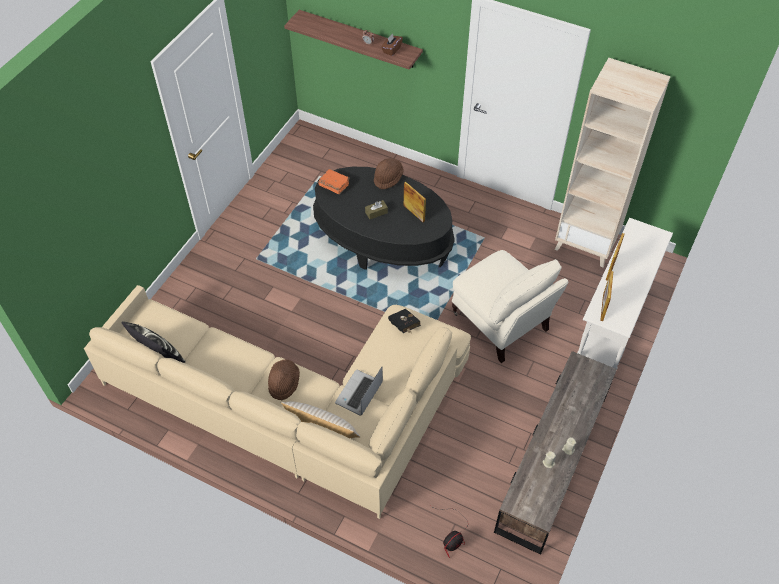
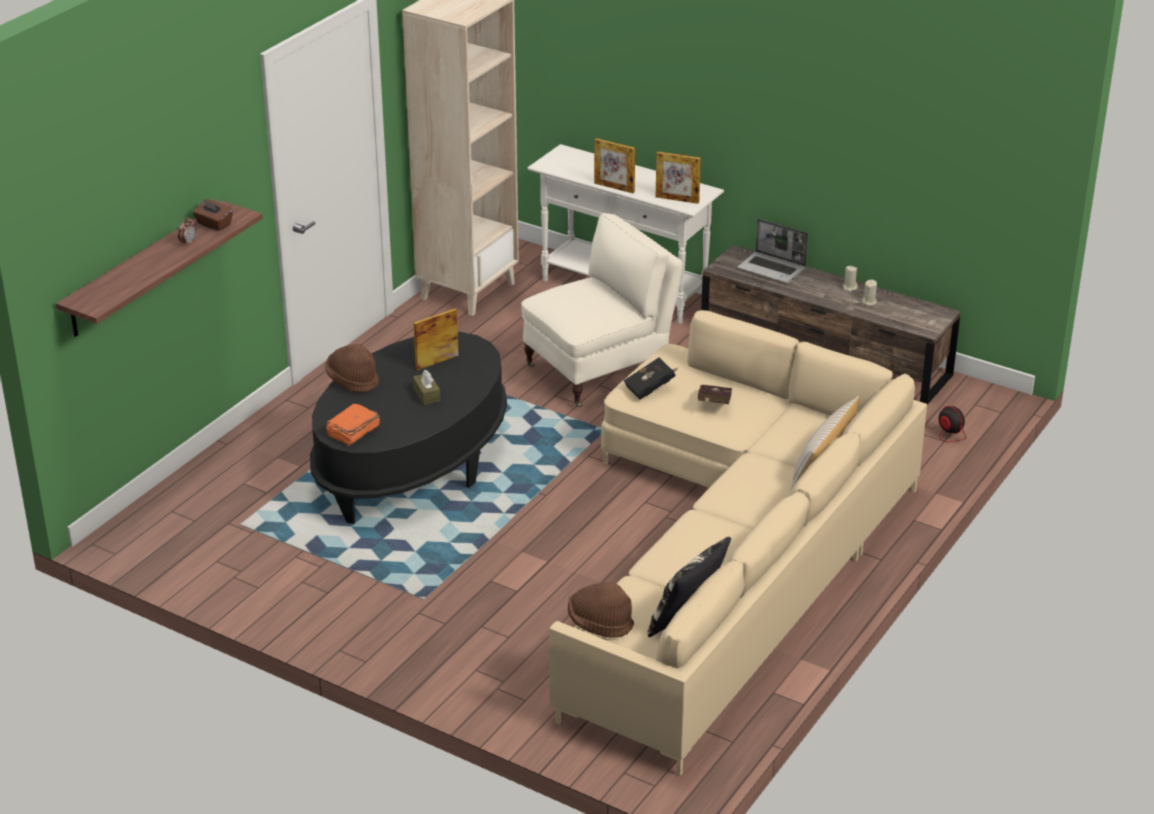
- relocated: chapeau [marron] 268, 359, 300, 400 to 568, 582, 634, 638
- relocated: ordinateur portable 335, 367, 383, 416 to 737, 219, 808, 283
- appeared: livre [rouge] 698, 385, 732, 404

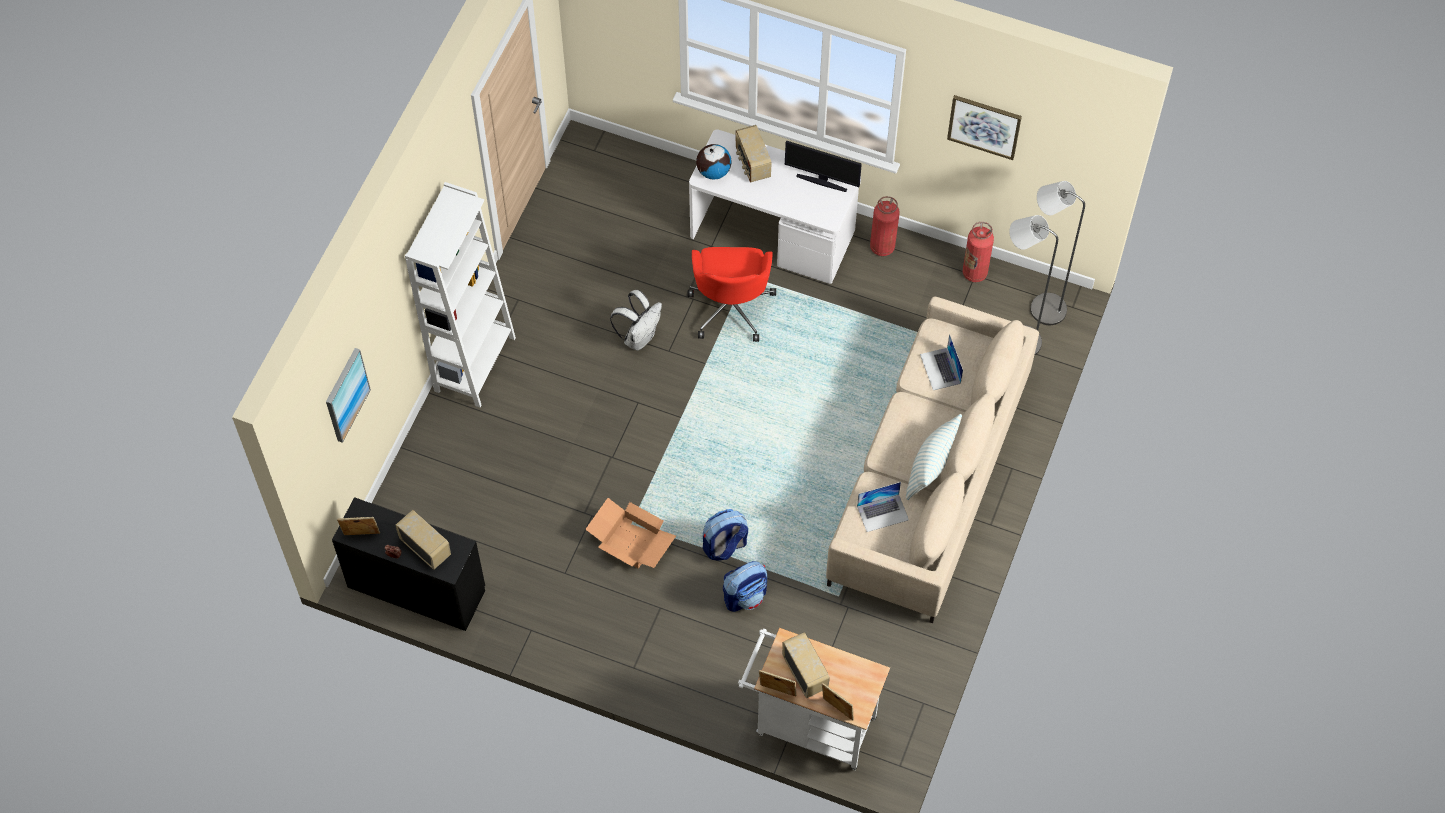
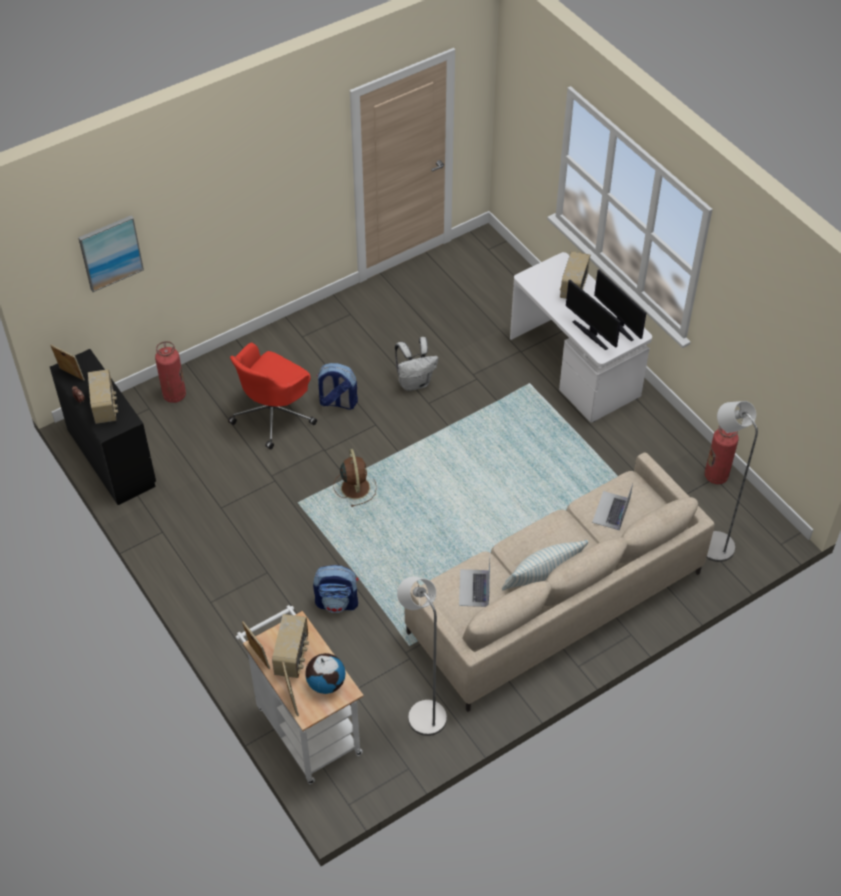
- missing: bibliothèque [blanc] 405, 182, 516, 407
- missing: carton 585, 498, 676, 569
- relocated: chaise de bureau [rouge] 688, 247, 776, 342 to 228, 343, 317, 449
- relocated: globe 696, 144, 731, 180 to 305, 653, 345, 694
- relocated: sac à dos 703, 509, 748, 561 to 317, 363, 358, 410
- spun: ordinateur portable 857, 482, 909, 532 = 459, 560, 490, 607 75 degrees clockwise
- relocated: extincteur 870, 196, 900, 256 to 155, 341, 186, 403
- missing: tableau 947, 95, 1022, 160
- relocated: lampadaire [gris] 1030, 181, 1085, 325 to 397, 577, 447, 736
- appeared: ventilateur [marron] 333, 449, 377, 507
- appeared: écran d'ordinateur 566, 280, 621, 350

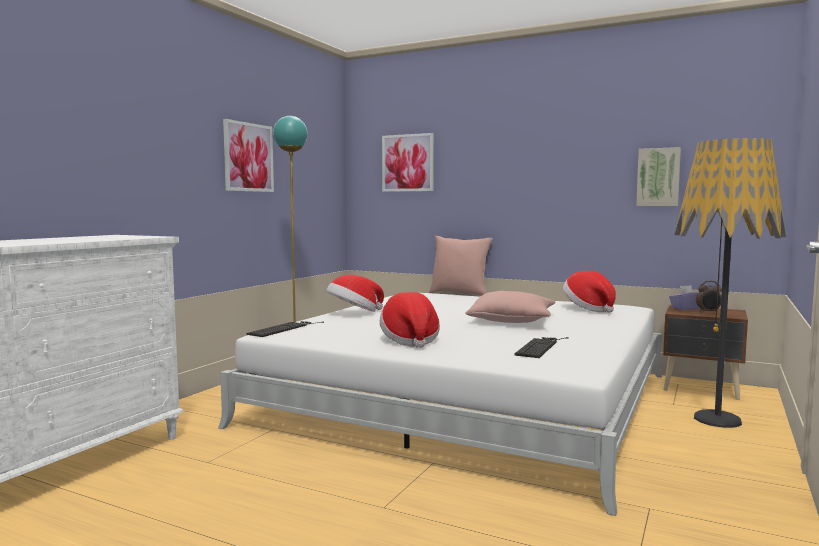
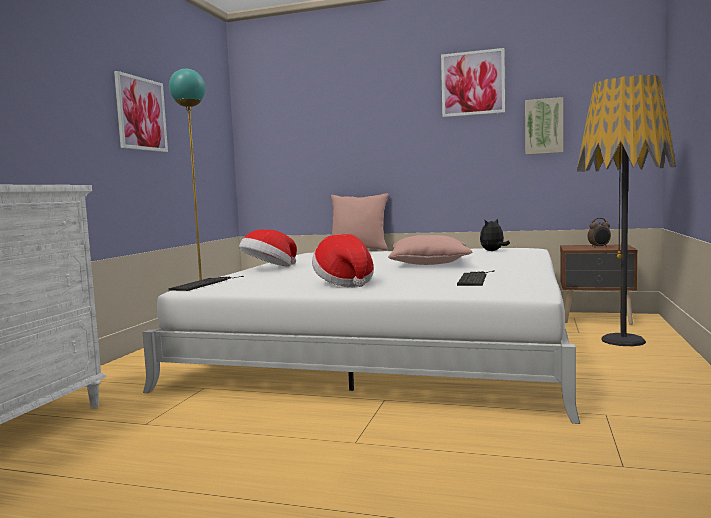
- relocated: tableau 382, 133, 434, 192 to 441, 48, 505, 117
- exchanged: chapeau 563, 271, 616, 313 to peluche 480, 219, 510, 251
- missing: boîte à mouchoirs [violet] 669, 285, 701, 310

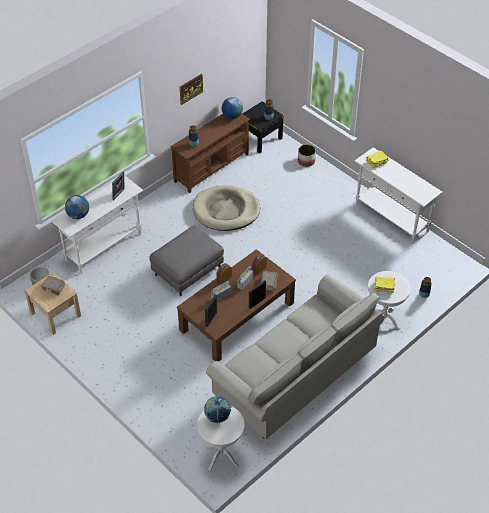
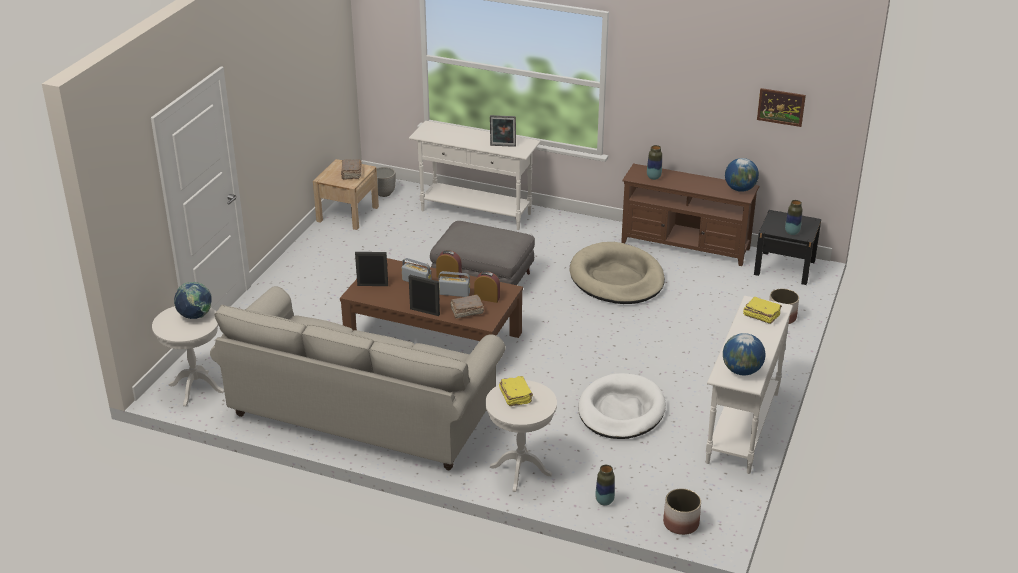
- relocated: globe 65, 195, 89, 219 to 723, 333, 765, 375
- relocated: tableau 180, 74, 203, 105 to 757, 88, 806, 127
- appeared: panier pour chien [blanc] 578, 373, 666, 439
- appeared: cache-pot 663, 488, 701, 535

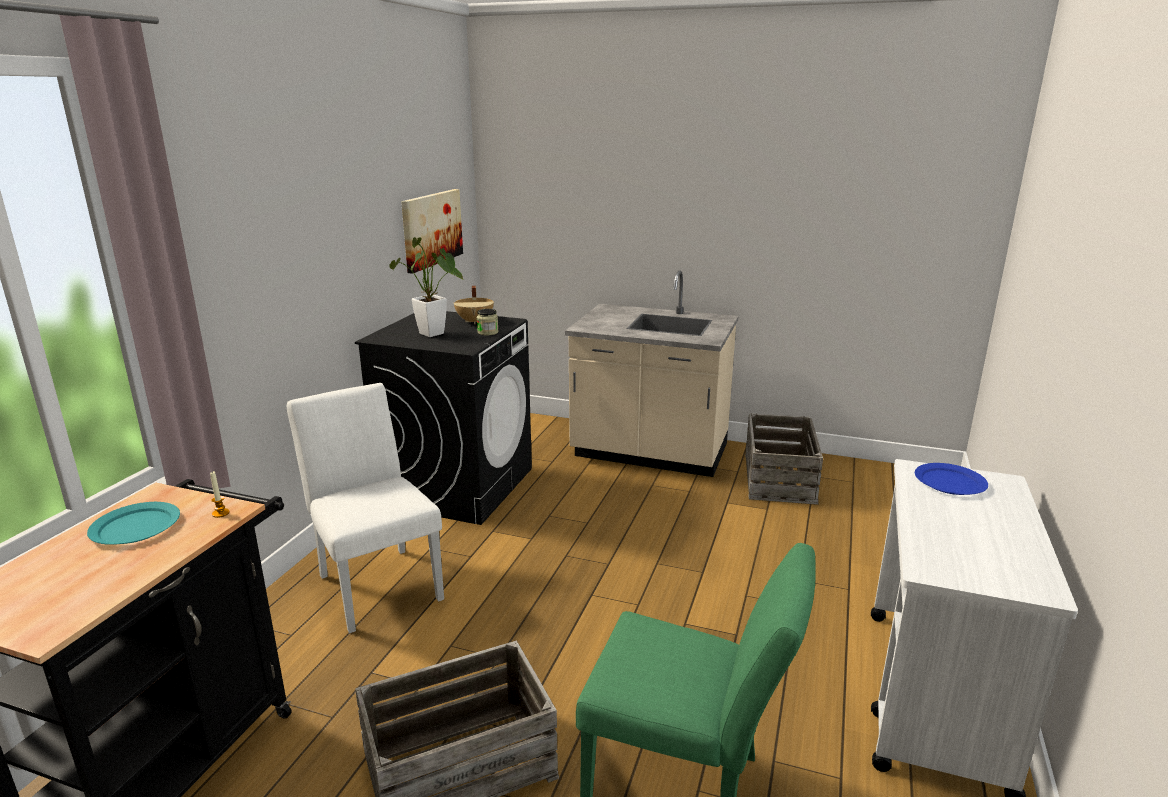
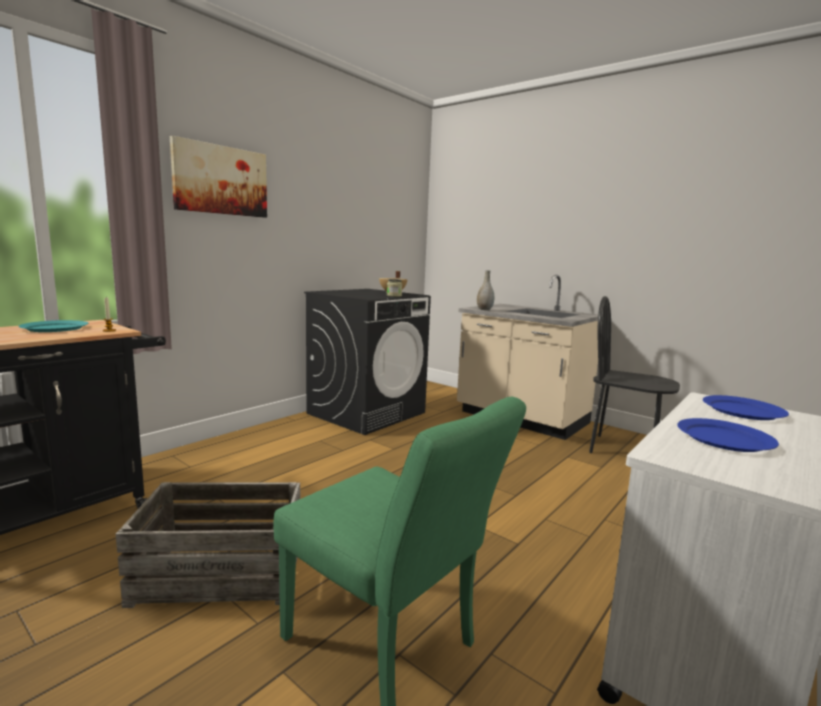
- missing: chaise [blanc] 287, 383, 444, 633
- missing: plante en pot 390, 237, 463, 337
- relocated: tableau 401, 189, 463, 274 to 170, 136, 267, 218
- exchanged: caisse 745, 413, 823, 505 to chaise [noir] 589, 296, 680, 453
- appeared: vase [gris] 477, 270, 494, 310
- appeared: assiette [bleu] 677, 418, 779, 452

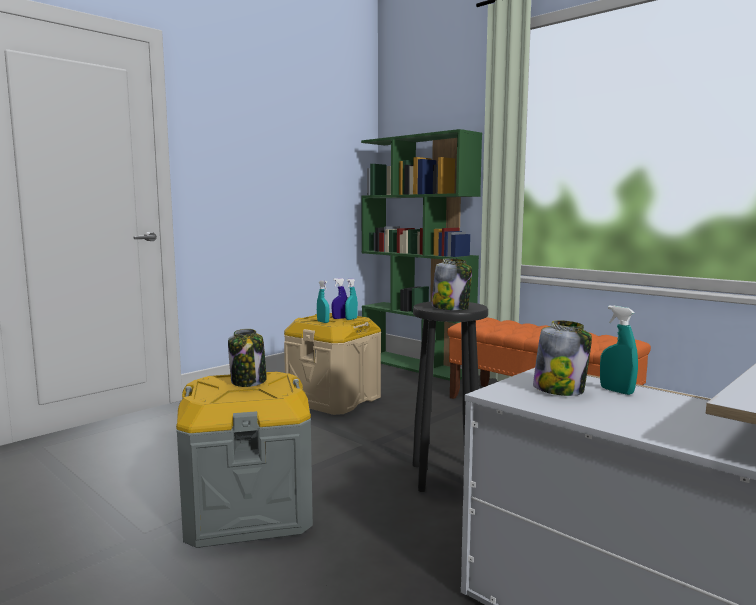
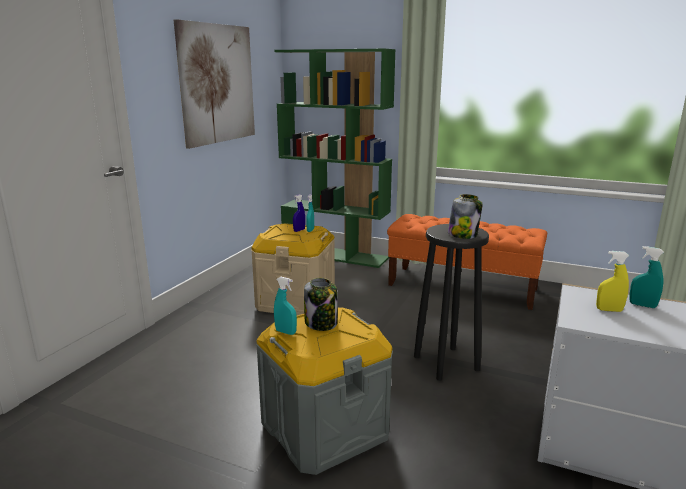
- relocated: vaporisateur [turquoise] 317, 280, 330, 323 to 274, 277, 297, 335
- exchanged: bocal 533, 320, 592, 396 to vaporisateur [jaune] 596, 251, 630, 312
- appeared: tableau 174, 19, 255, 149

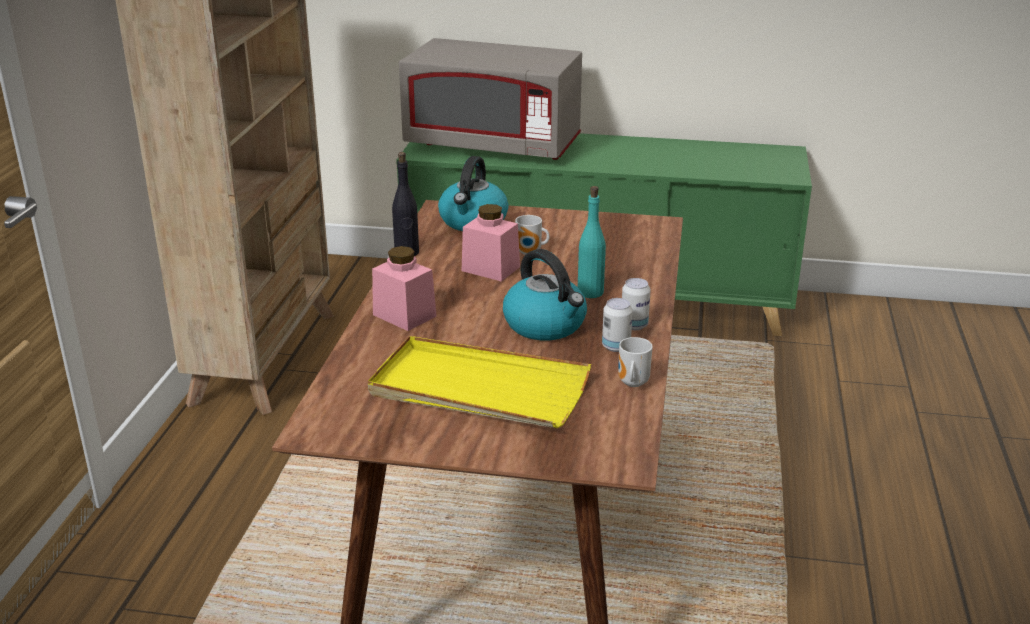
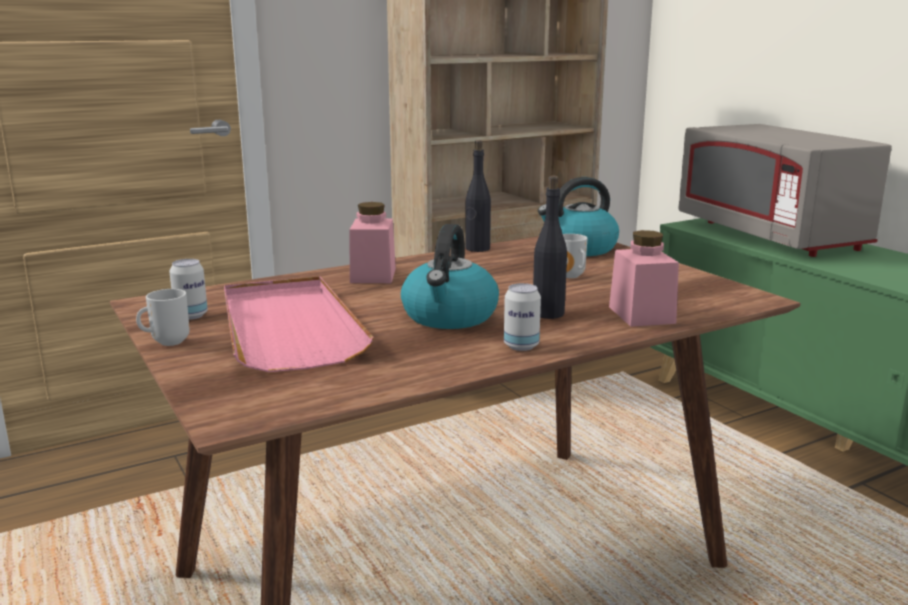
- colour: plateau [jaune] 368, 336, 591, 428 to plateau [rose] 224, 276, 374, 372
- relocated: bocal [rose] 462, 204, 520, 282 to 609, 230, 679, 327
- colour: bouteille [turquoise] 578, 186, 606, 298 to bouteille [noir] 533, 176, 567, 319
- relocated: boîte métallique 602, 298, 633, 352 to 169, 259, 208, 320
- relocated: mug 618, 337, 653, 387 to 136, 289, 190, 346

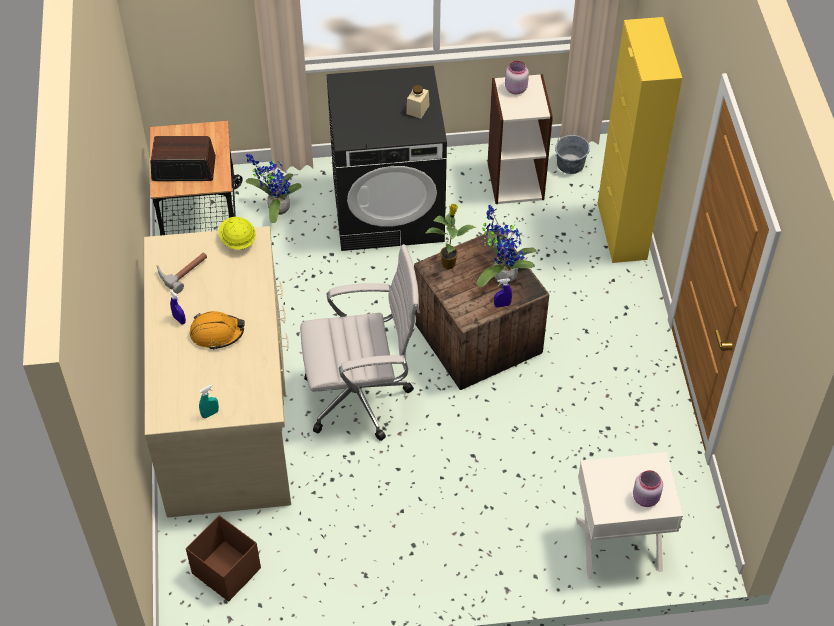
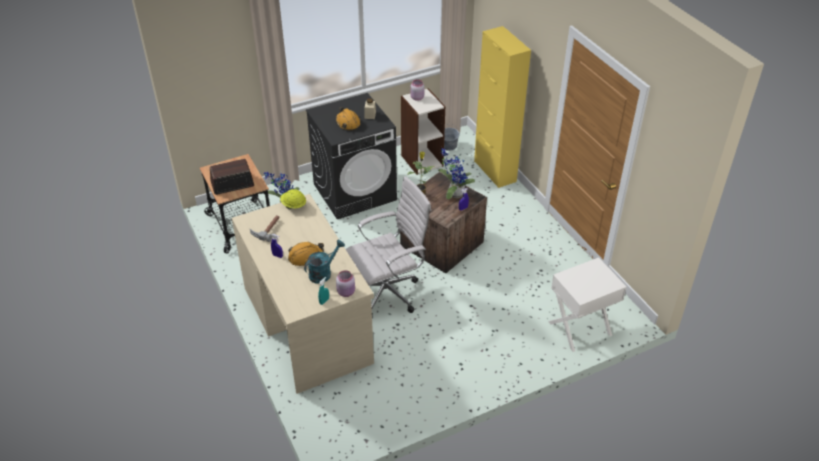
- missing: boîte de rangement [marron] 186, 515, 261, 602
- relocated: bocal [rose] 633, 470, 663, 507 to 336, 270, 355, 297
- appeared: arrosoir [turquoise] 304, 240, 345, 283
- appeared: casque de chantier [orange] 335, 107, 360, 131

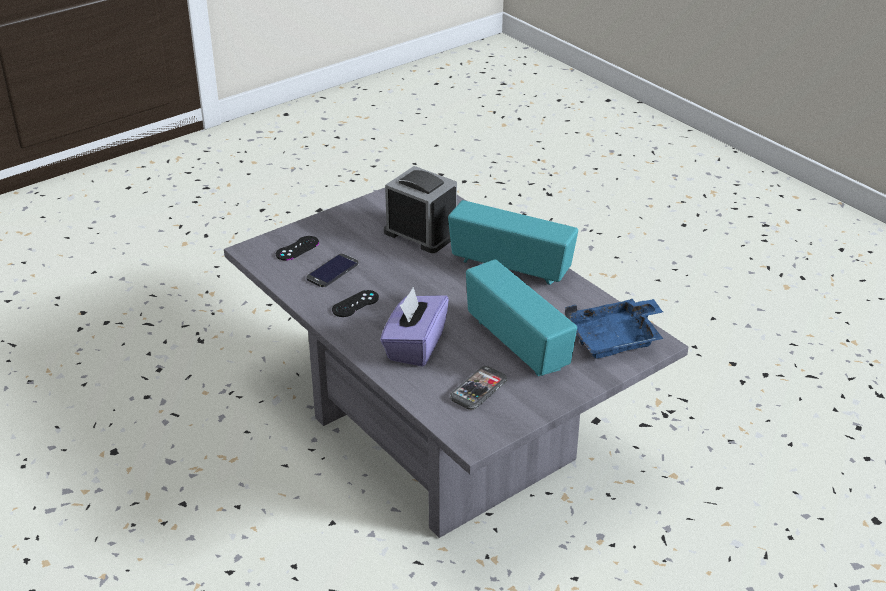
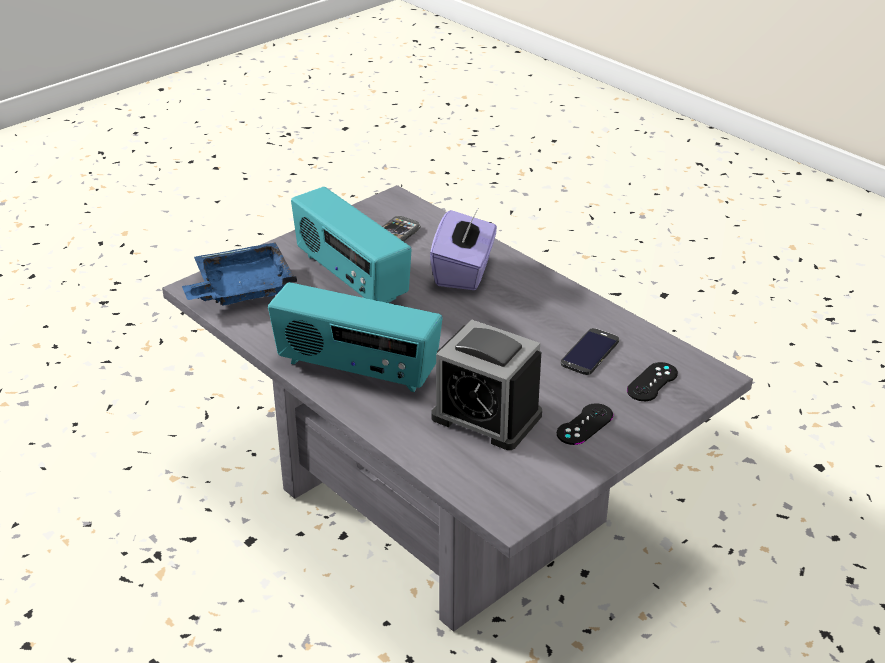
- relocated: manette [noir] 332, 290, 379, 317 to 557, 403, 613, 445

